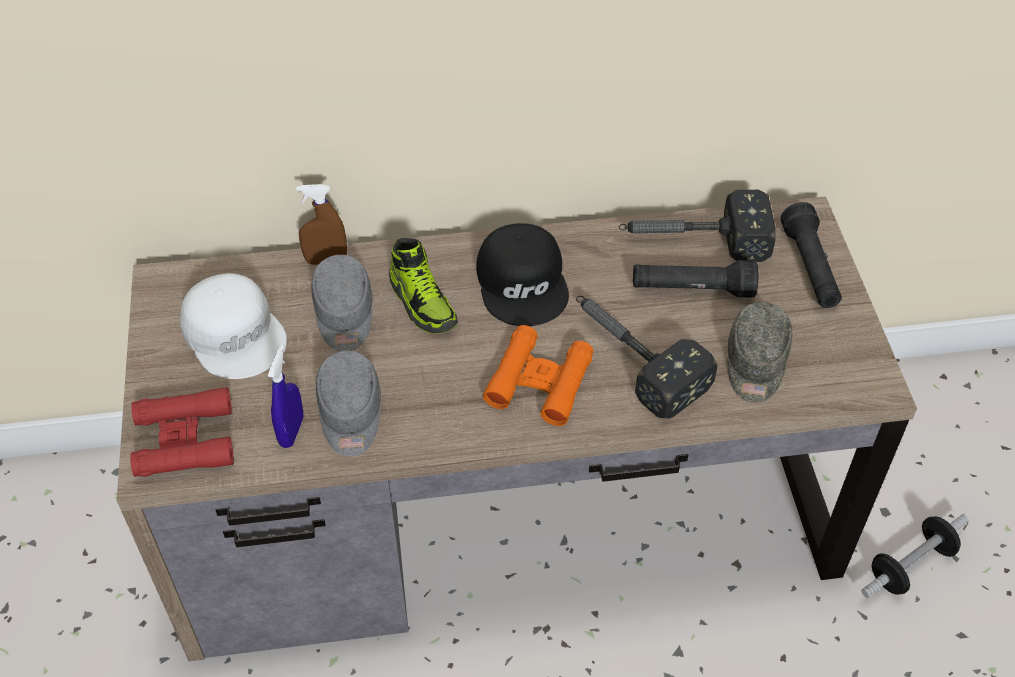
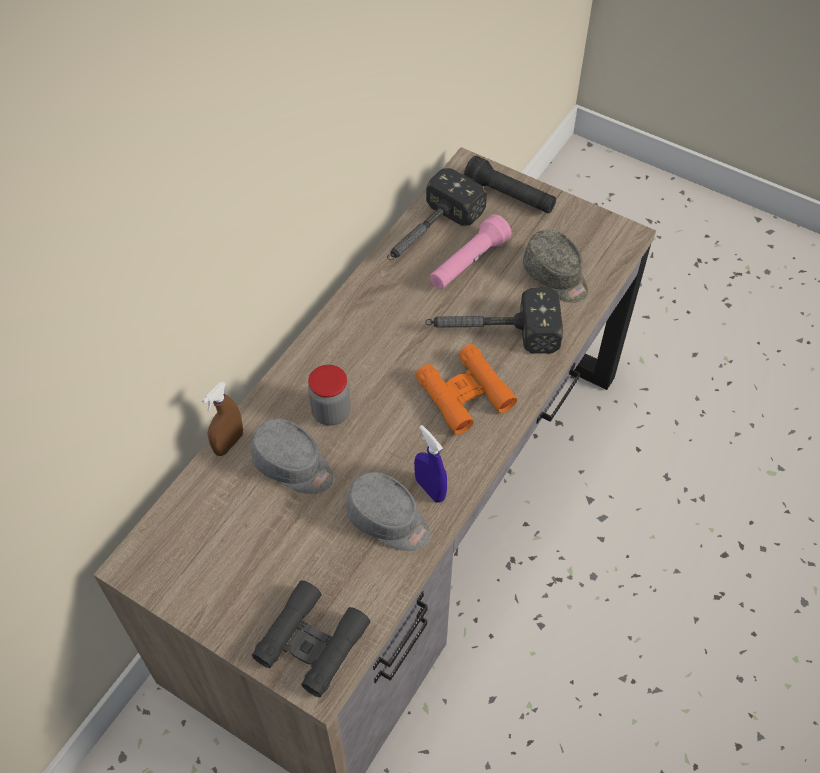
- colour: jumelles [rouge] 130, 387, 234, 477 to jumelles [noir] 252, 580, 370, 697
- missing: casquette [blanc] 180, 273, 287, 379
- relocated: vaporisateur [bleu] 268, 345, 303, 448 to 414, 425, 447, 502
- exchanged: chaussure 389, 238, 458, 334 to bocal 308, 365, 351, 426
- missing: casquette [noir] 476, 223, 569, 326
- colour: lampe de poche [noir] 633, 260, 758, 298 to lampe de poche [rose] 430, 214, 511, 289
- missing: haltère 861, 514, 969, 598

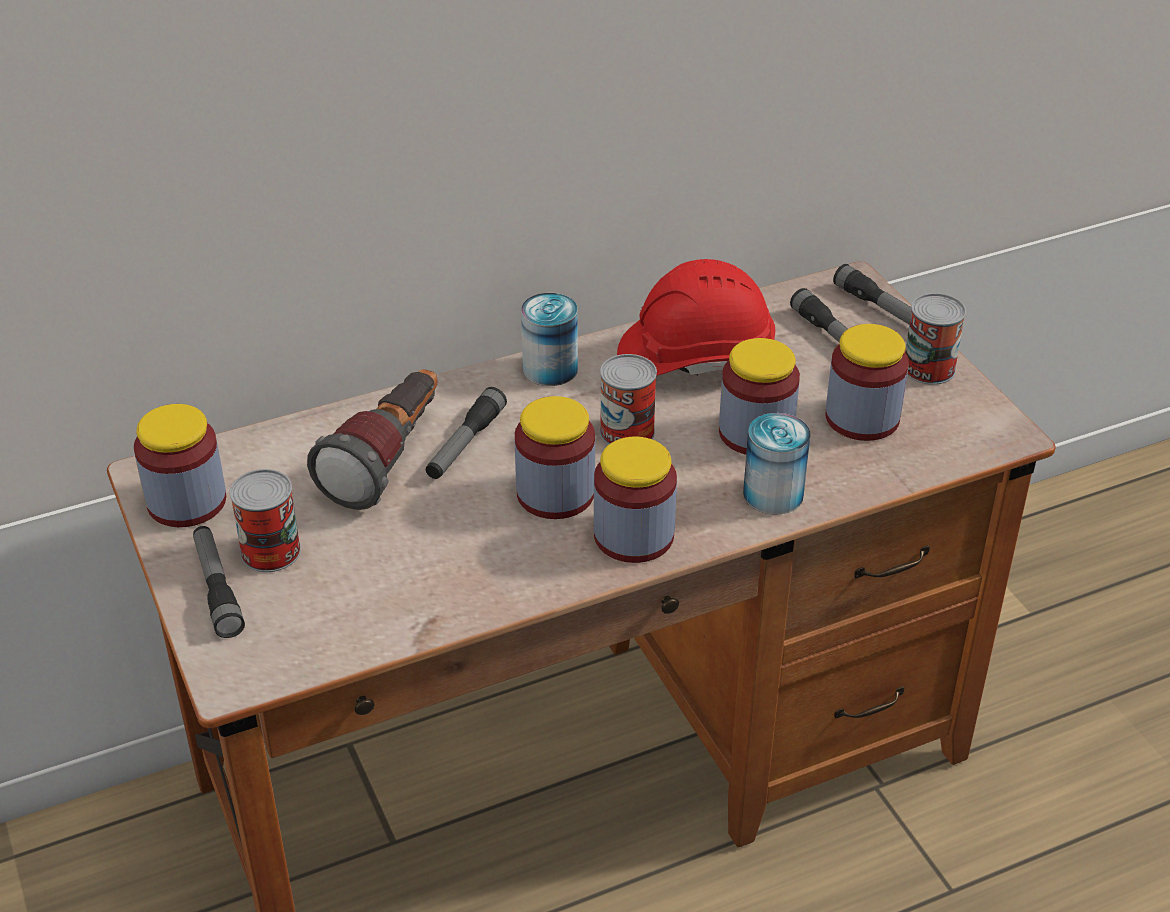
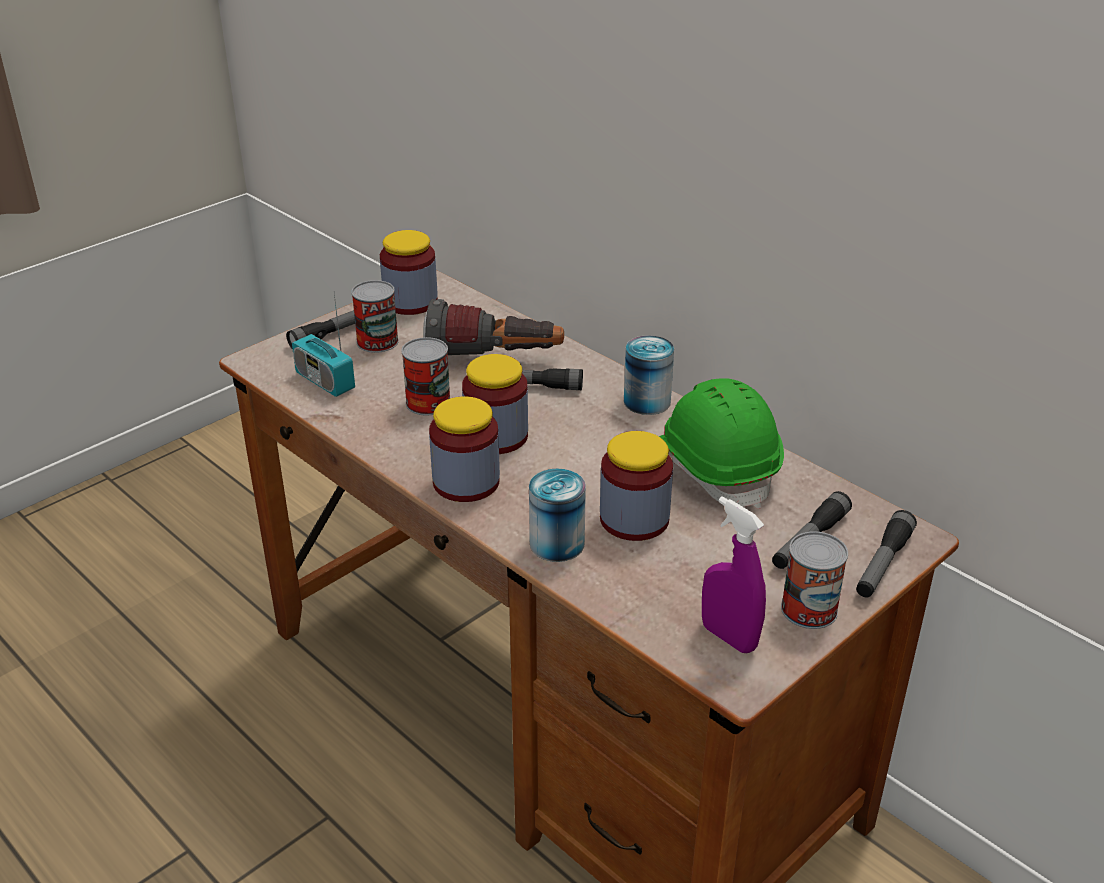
- relocated: boîte métallique 600, 354, 657, 445 to 401, 337, 450, 415
- colour: casque de chantier [rouge] 617, 259, 775, 376 to casque de chantier [vert] 659, 379, 784, 509
- missing: bocal 826, 324, 909, 441
- appeared: radio 292, 294, 355, 397
- appeared: vaporisateur [violet] 702, 496, 766, 653

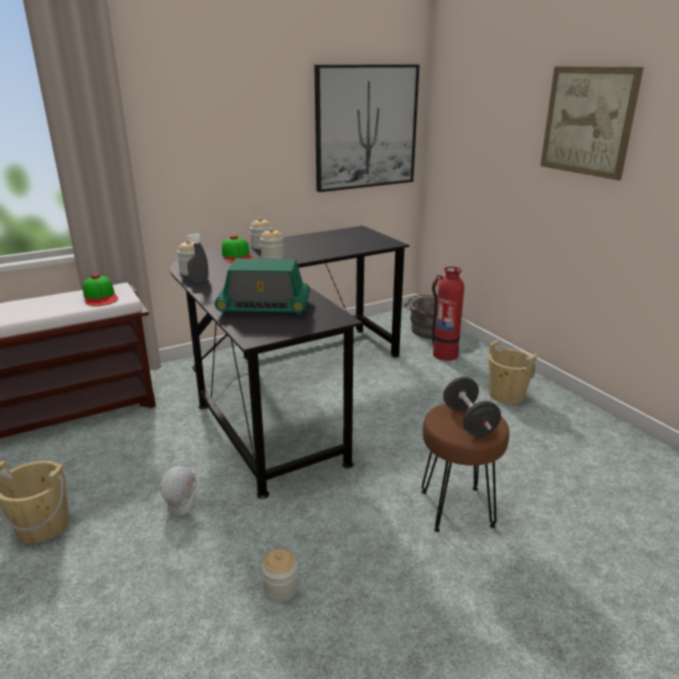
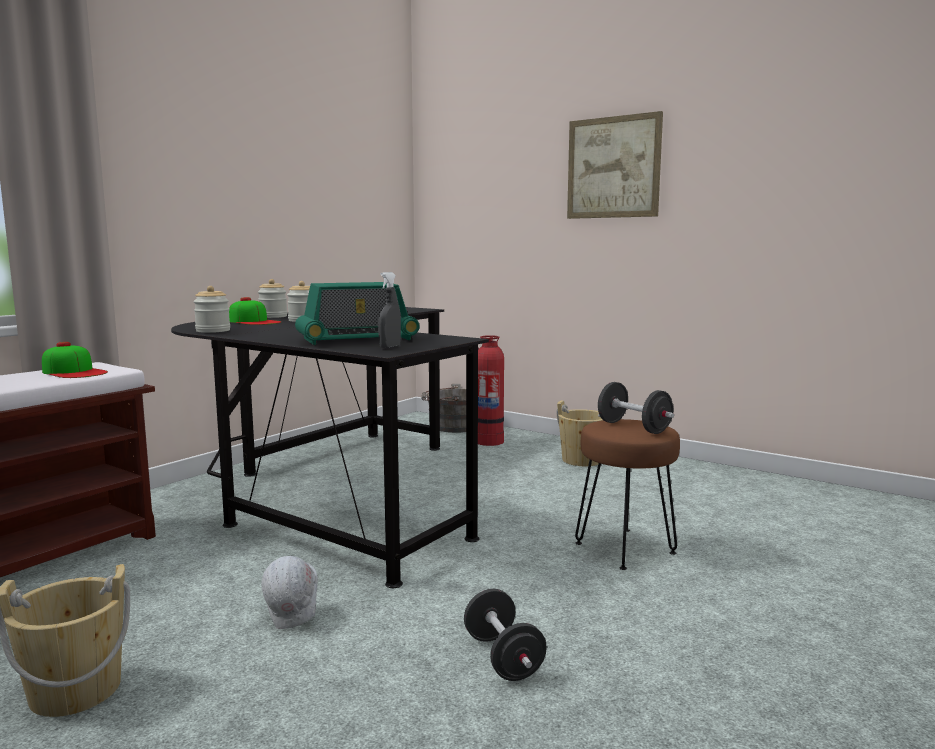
- relocated: vaporisateur [gris] 186, 233, 209, 282 to 378, 272, 401, 348
- exchanged: bocal 262, 549, 298, 602 to haltère [noir] 464, 589, 547, 681
- missing: tableau 314, 64, 420, 192

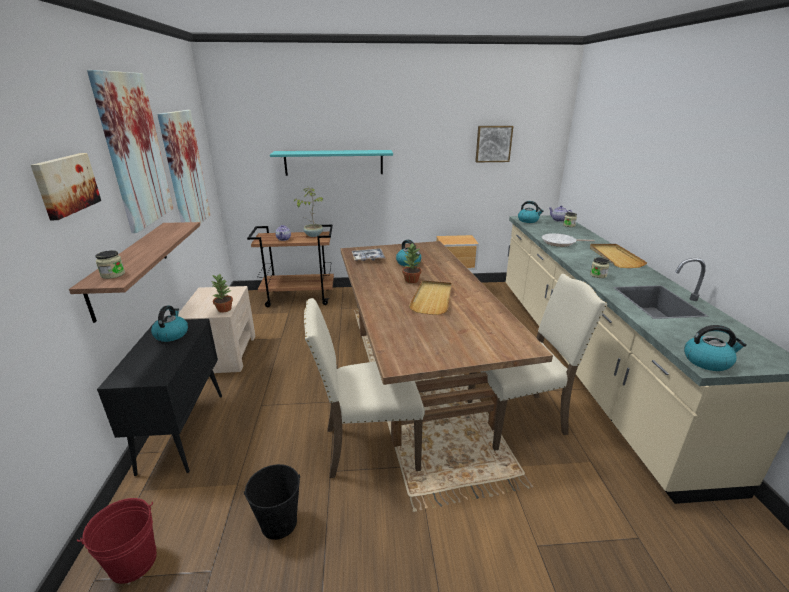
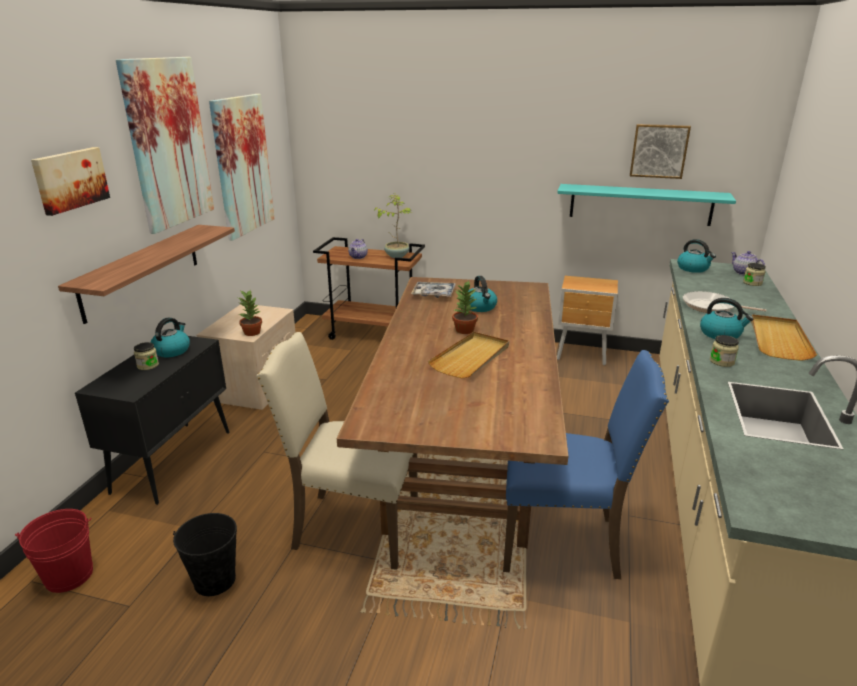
- relocated: bocal 95, 250, 125, 279 to 134, 342, 159, 370
- relocated: étagère [turquoise] 270, 150, 393, 176 to 557, 184, 736, 226
- colour: chaise [beige] 467, 274, 608, 451 to chaise [bleu] 503, 350, 669, 579
- relocated: bouilloire 684, 325, 747, 371 to 700, 298, 753, 339

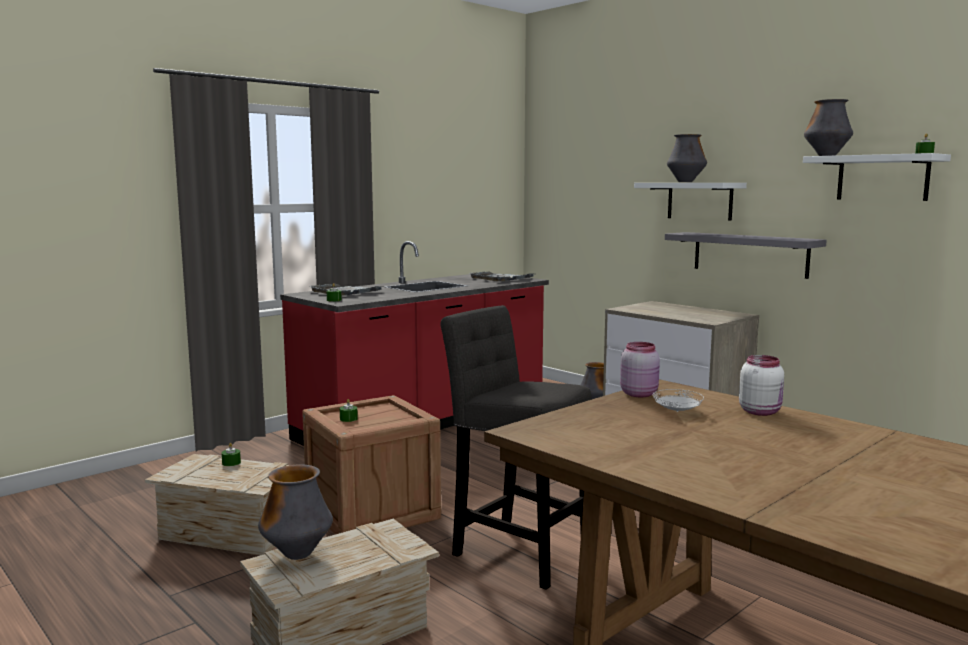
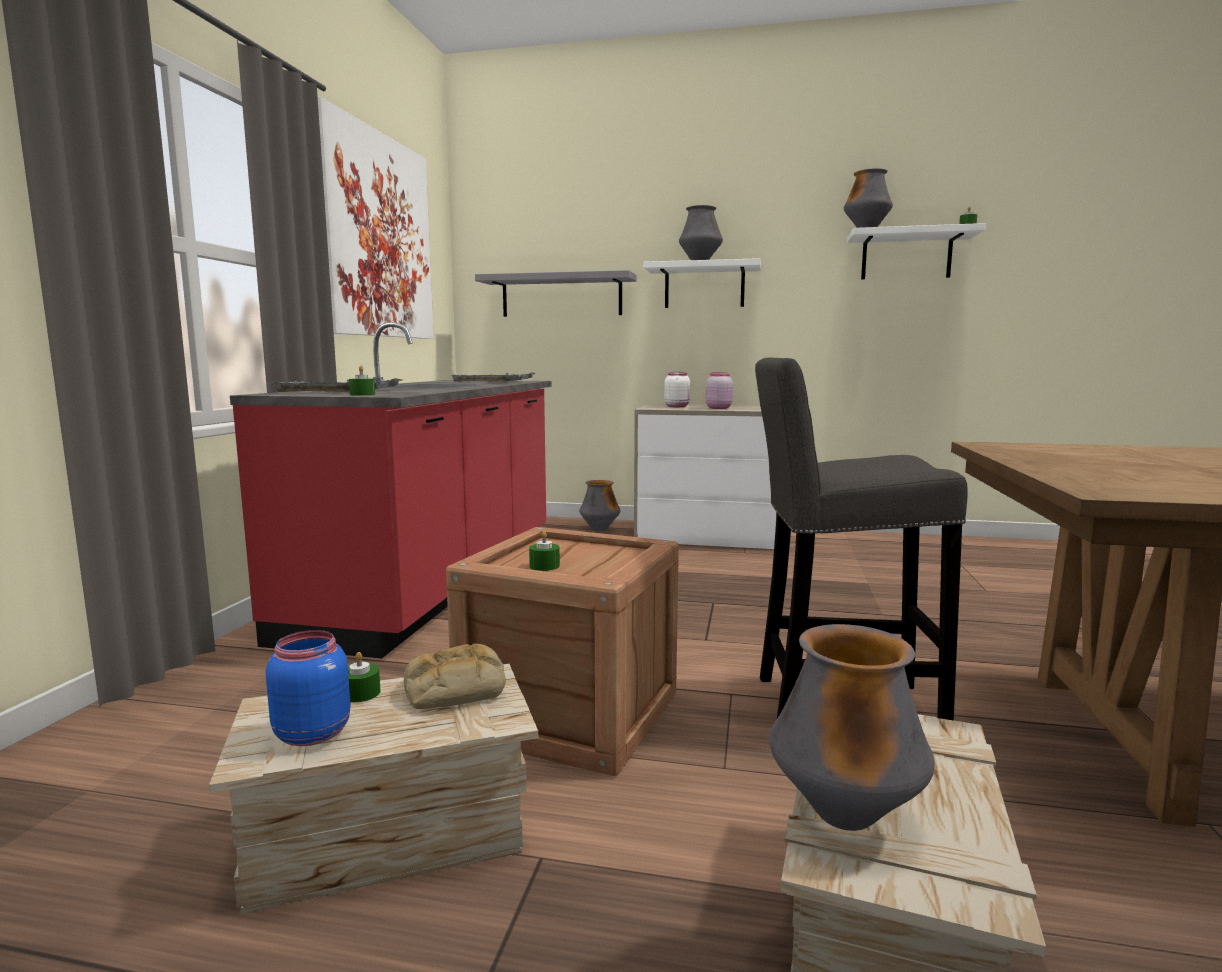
- relocated: bocal [rose] 620, 342, 660, 397 to 706, 372, 733, 409
- missing: assiette [blanc] 653, 389, 704, 412
- relocated: étagère [gris] 665, 232, 827, 279 to 475, 270, 637, 317
- relocated: bocal [blanc] 739, 355, 784, 416 to 664, 372, 690, 407
- appeared: bocal [bleu] 266, 630, 351, 746
- appeared: tableau 318, 97, 434, 339
- appeared: pain 403, 644, 506, 709

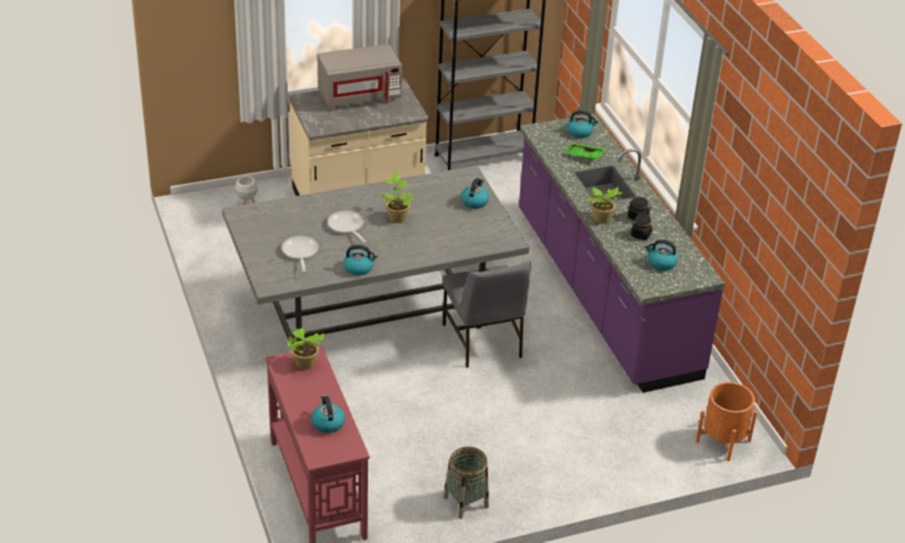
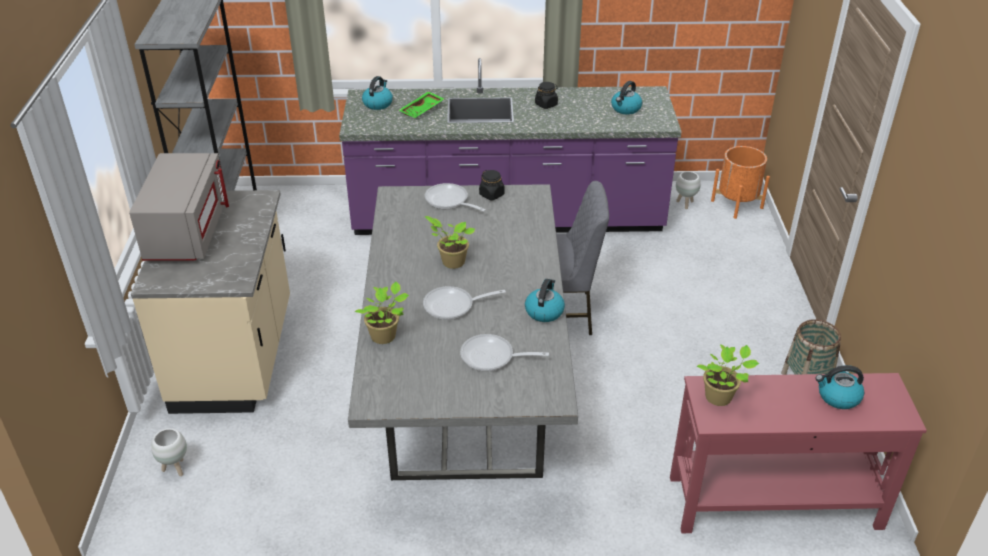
- exchanged: bouilloire 461, 178, 489, 209 to poêle 425, 183, 486, 212
- relocated: plante en pot 588, 187, 622, 224 to 355, 282, 409, 344
- relocated: bocal [noir] 631, 213, 652, 240 to 479, 170, 505, 200
- appeared: cache-pot [blanc] 676, 171, 701, 209

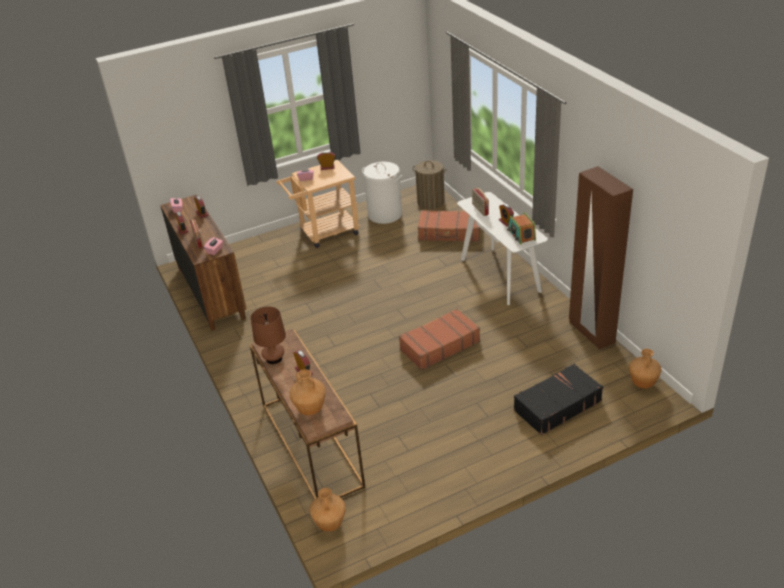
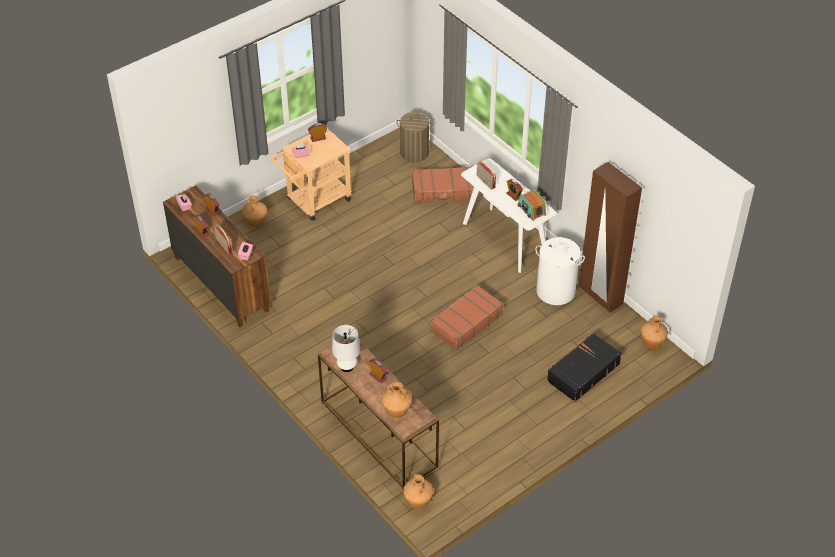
- colour: lampe de table [marron] 251, 307, 286, 364 to lampe de table [blanc] 332, 325, 360, 372
- relocated: panier à linge [blanc] 362, 162, 402, 224 to 535, 237, 585, 305
- appeared: vase [marron] 242, 195, 268, 227

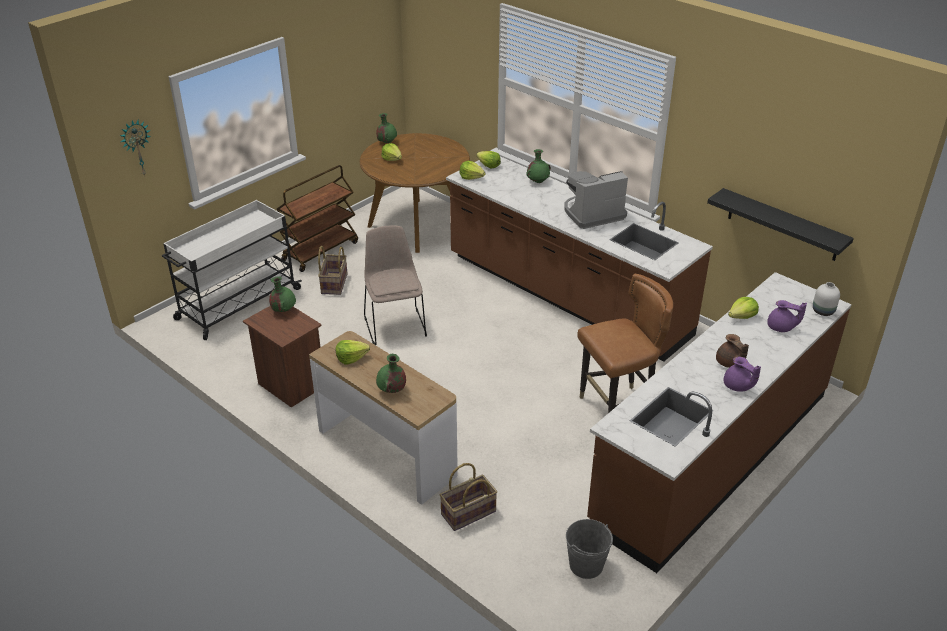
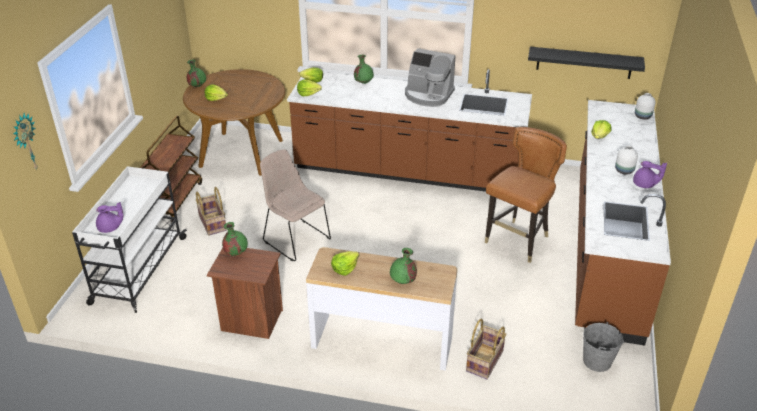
- spun: machine à café 564, 171, 628, 229 = 405, 48, 456, 107 105 degrees counterclockwise
- exchanged: théière [marron] 716, 334, 749, 368 to vase [blanc] 615, 146, 638, 174
- relocated: théière [violet] 767, 300, 807, 332 to 96, 202, 123, 233

